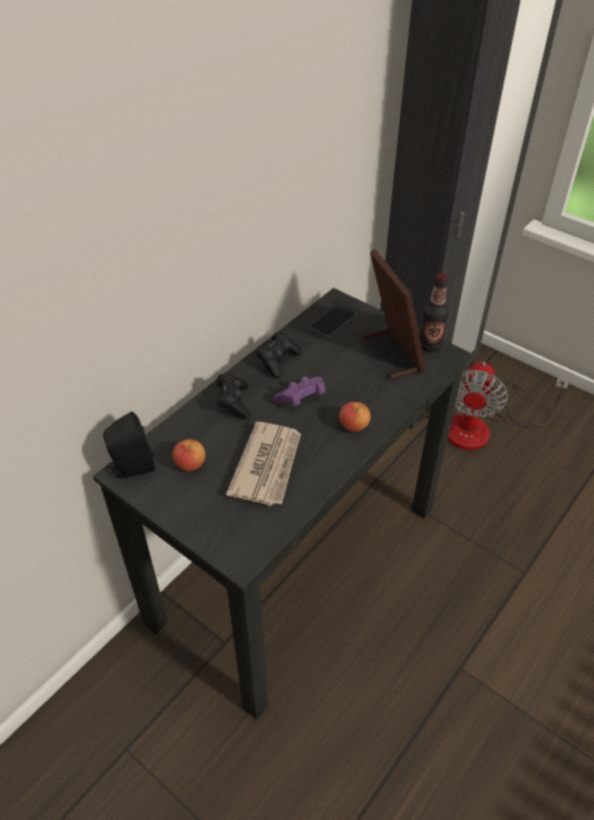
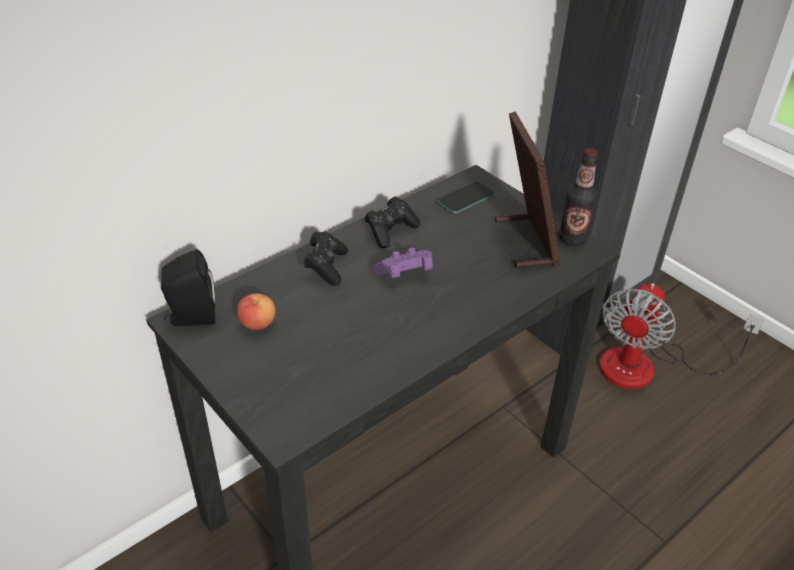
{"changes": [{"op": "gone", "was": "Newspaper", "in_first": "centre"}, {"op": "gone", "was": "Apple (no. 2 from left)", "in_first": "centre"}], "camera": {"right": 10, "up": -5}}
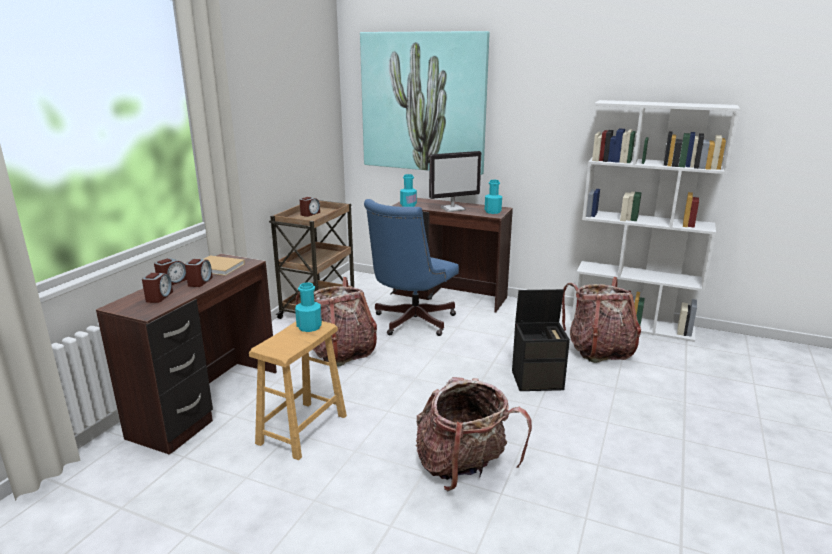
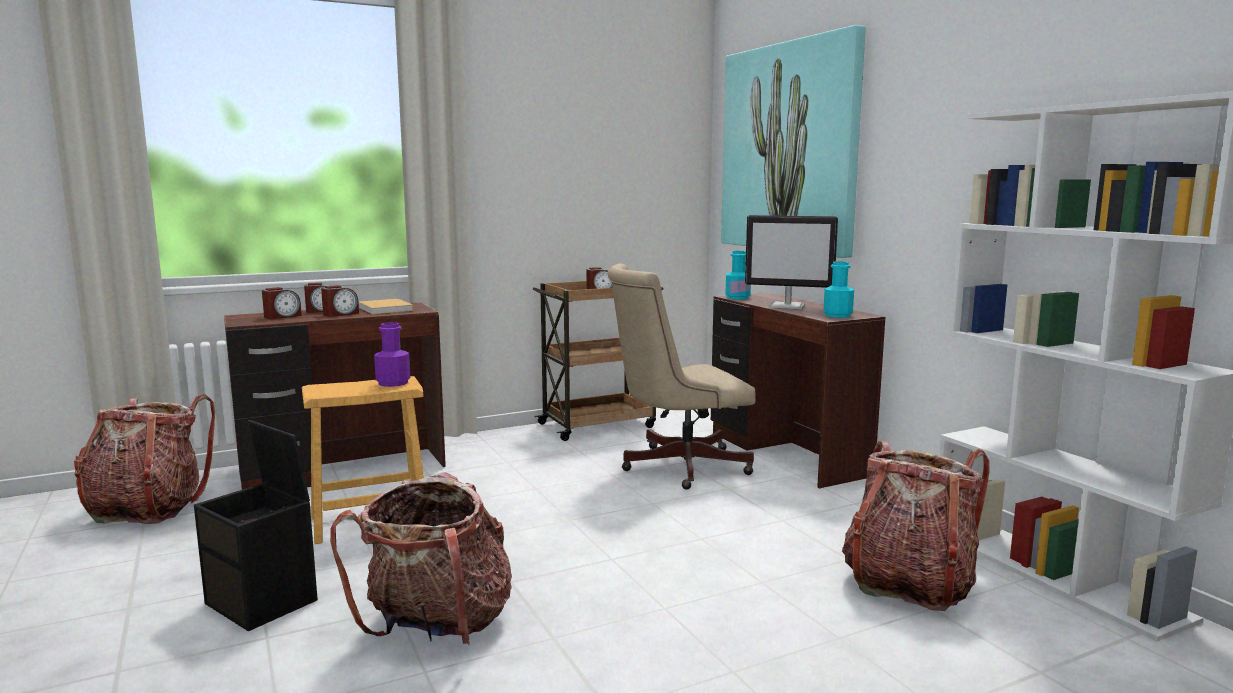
{"changes": [{"op": "repainted", "was": "TurquoiseBottle (no. 1 from left)", "now": "PurpleBottle", "in_first": "centre", "in_second": "middle left"}, {"op": "shifted", "was": "Backpack (no. 1 from left)", "in_first": "centre", "in_second": "middle left"}, {"op": "repainted", "was": "BlueOfficeChair", "now": "BeigeOfficeChair", "in_first": "centre", "in_second": "centre"}, {"op": "shifted", "was": "BlackStorageBox", "in_first": "centre", "in_second": "bottom left"}], "camera": {"right": 40, "up": -10}}
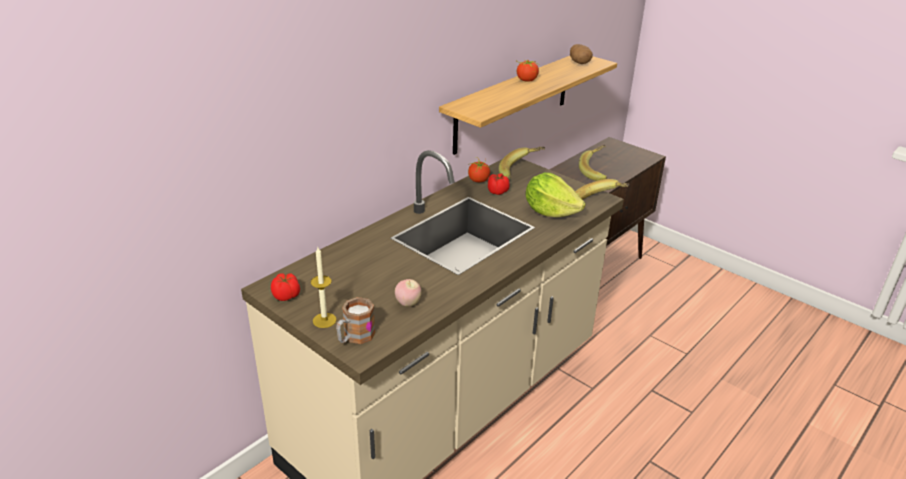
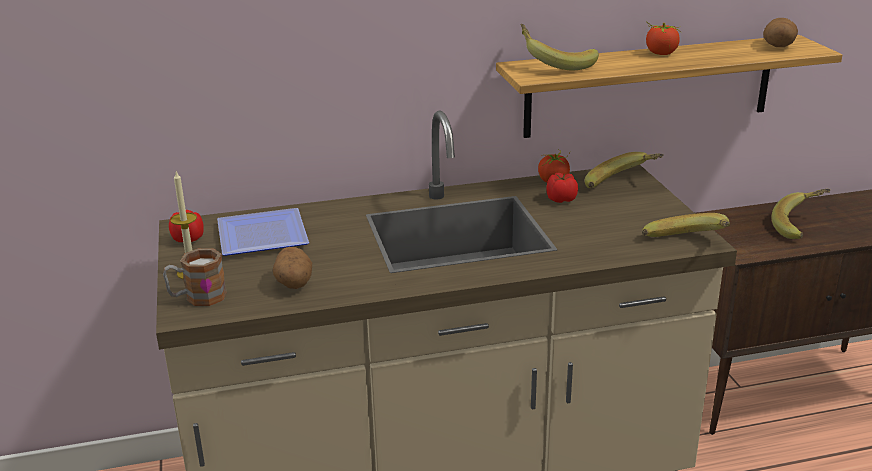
{"changes": [{"op": "swapped", "was": "Apple", "now": "Potato (no. 1 from left)", "in_first": "centre", "in_second": "centre"}, {"op": "gone", "was": "Lettuce", "in_first": "centre"}, {"op": "new", "now": "Plate", "in_second": "middle left"}, {"op": "new", "now": "Banana (no. 1 from left)", "in_second": "top centre"}], "camera": {"right": 35, "up": -5}}
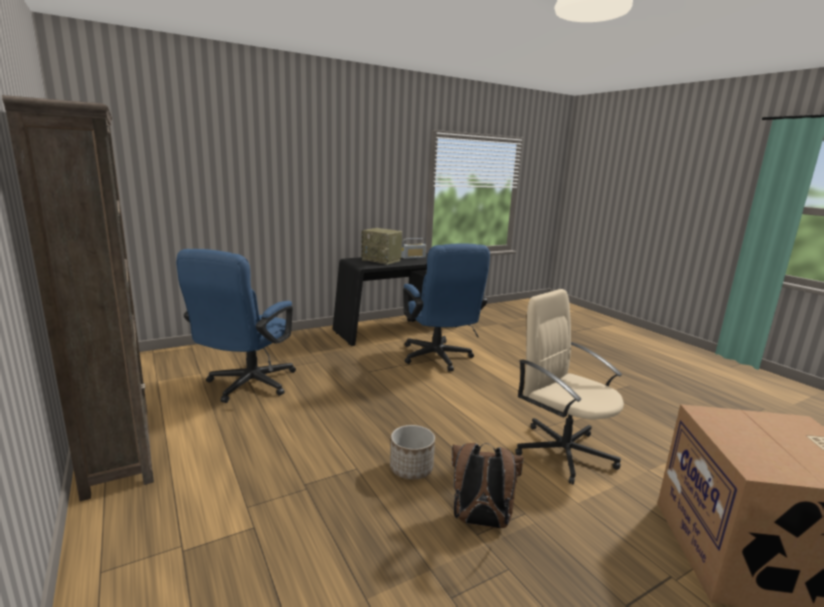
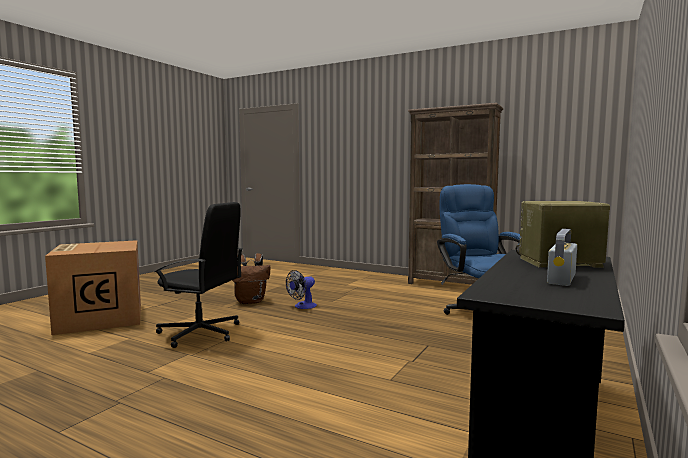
{"changes": [{"op": "swapped", "was": "Planter", "now": "Fan", "in_first": "bottom centre", "in_second": "centre"}, {"op": "gone", "was": "BlueOfficeChair (no. 2 from left)", "in_first": "centre"}, {"op": "repainted", "was": "BeigeOfficeChair", "now": "BlackOfficeChair", "in_first": "middle right", "in_second": "middle left"}], "camera": {"right": 150, "up": -10}}
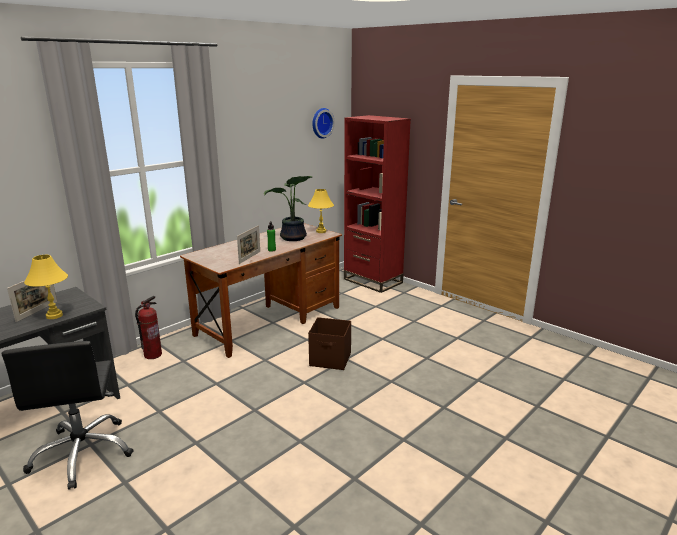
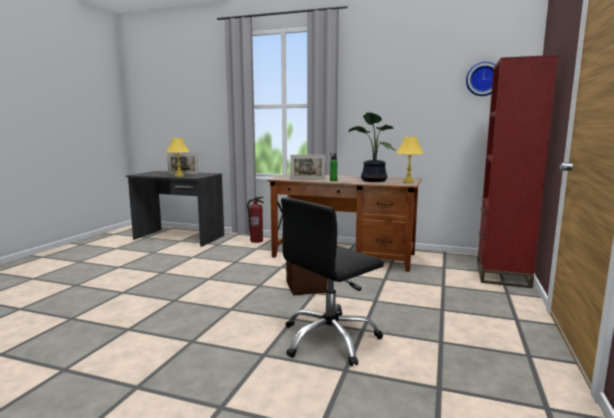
{"changes": [{"op": "shifted", "was": "BlackOfficeChair", "in_first": "bottom left", "in_second": "bottom centre"}], "camera": {"right": 65, "up": -10}}
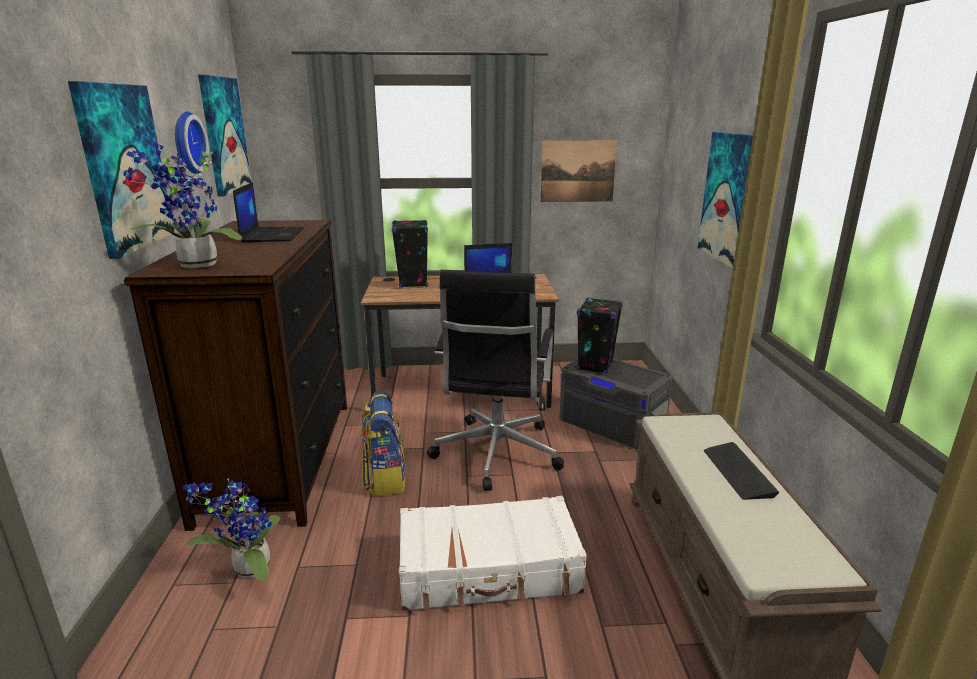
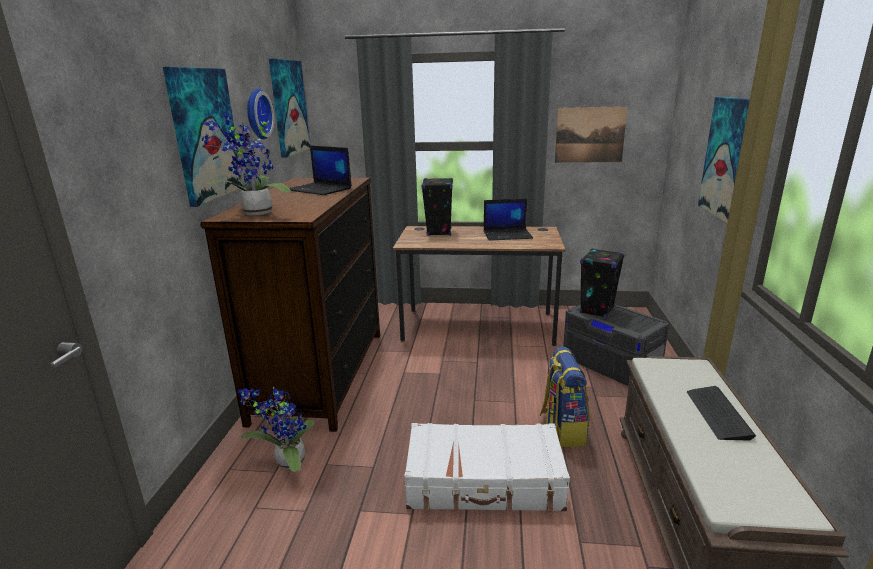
{"changes": [{"op": "rotated", "was": "Laptop (no. 1 from left)", "in_first": "top left", "in_second": "top centre", "clockwise": 120}, {"op": "shifted", "was": "Backpack", "in_first": "centre", "in_second": "bottom centre"}, {"op": "gone", "was": "BlackOfficeChair", "in_first": "centre"}], "camera": {"right": 10, "up": 0}}
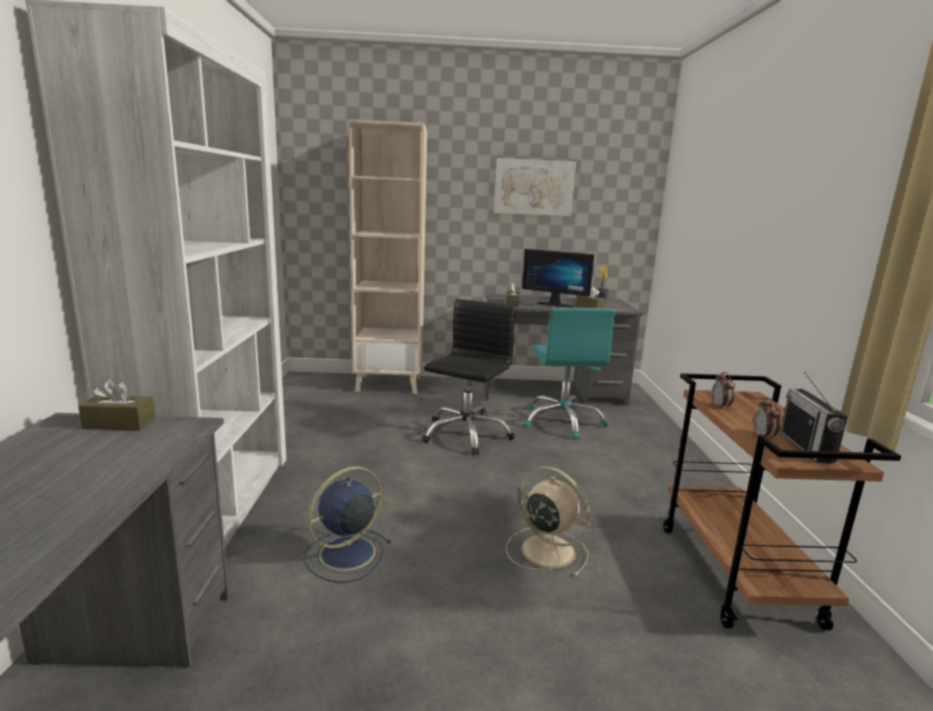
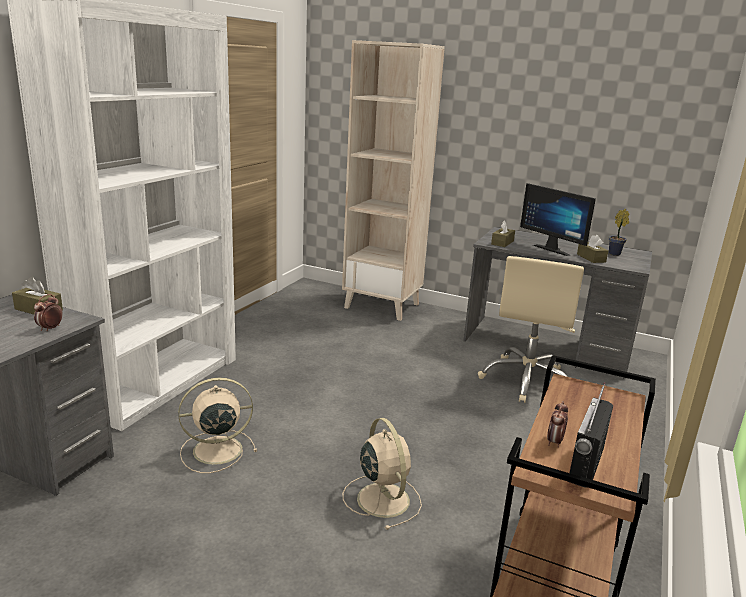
{"changes": [{"op": "repainted", "was": "BlueFan", "now": "BeigeFan (no. 1 from left)", "in_first": "bottom centre", "in_second": "bottom left"}, {"op": "gone", "was": "BlackOfficeChair", "in_first": "centre"}, {"op": "gone", "was": "Picture", "in_first": "top centre"}, {"op": "repainted", "was": "TurquoiseOfficeChair", "now": "BeigeOfficeChair", "in_first": "centre", "in_second": "middle right"}, {"op": "shifted", "was": "AlarmClock (no. 1 from left)", "in_first": "middle right", "in_second": "middle left"}], "camera": {"right": 25, "up": 5}}
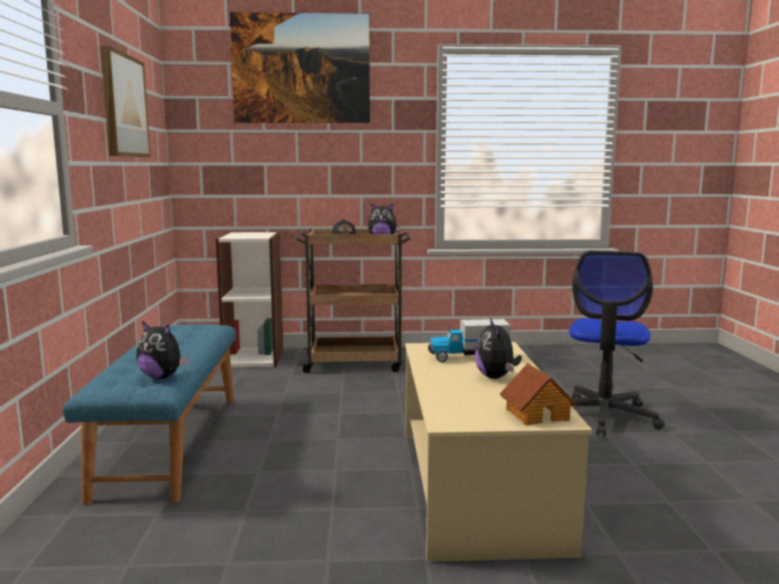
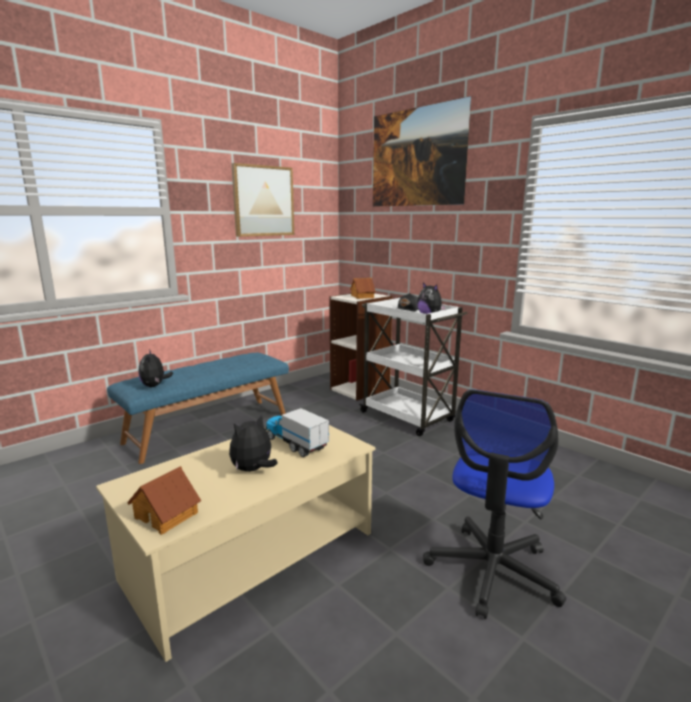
{"changes": [{"op": "repainted", "was": "BrownCart", "now": "WhiteCart", "in_first": "centre", "in_second": "centre"}, {"op": "rotated", "was": "OfficeChair", "in_first": "middle right", "in_second": "bottom right", "clockwise": -45}, {"op": "new", "now": "ToyHouse (no. 2 from left)", "in_second": "centre"}], "camera": {"right": 50, "up": 5}}
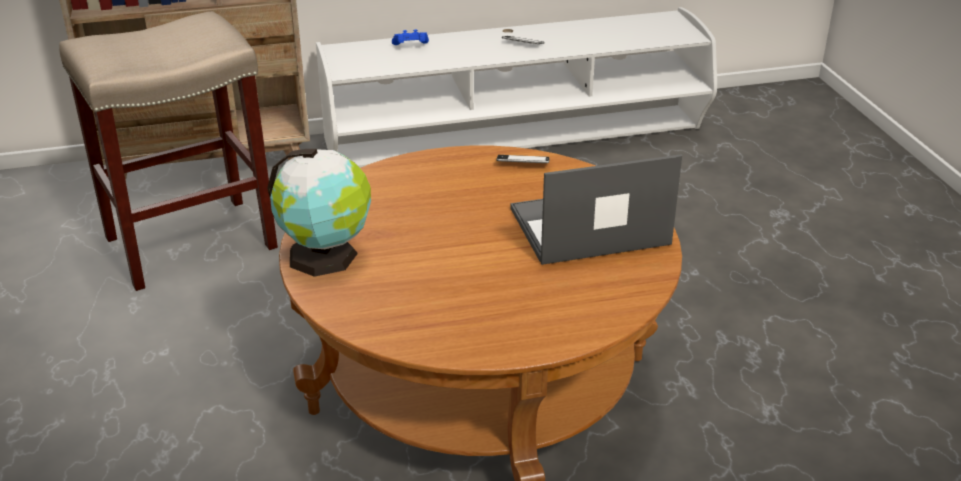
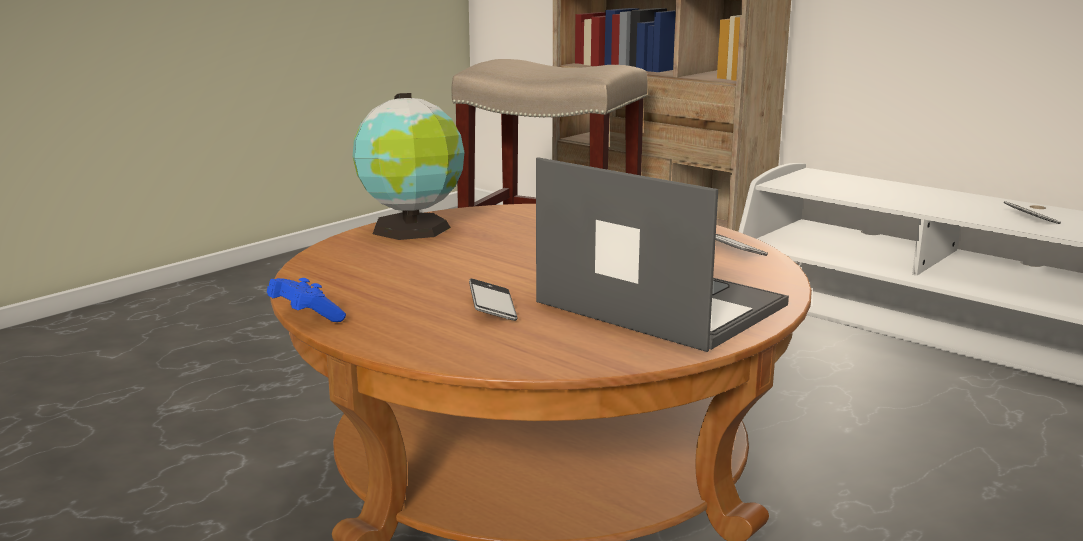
{"changes": [{"op": "shifted", "was": "BlueGameController", "in_first": "top centre", "in_second": "middle left"}, {"op": "new", "now": "Phone (no. 1 from left)", "in_second": "centre"}], "camera": {"right": 55, "up": -15}}
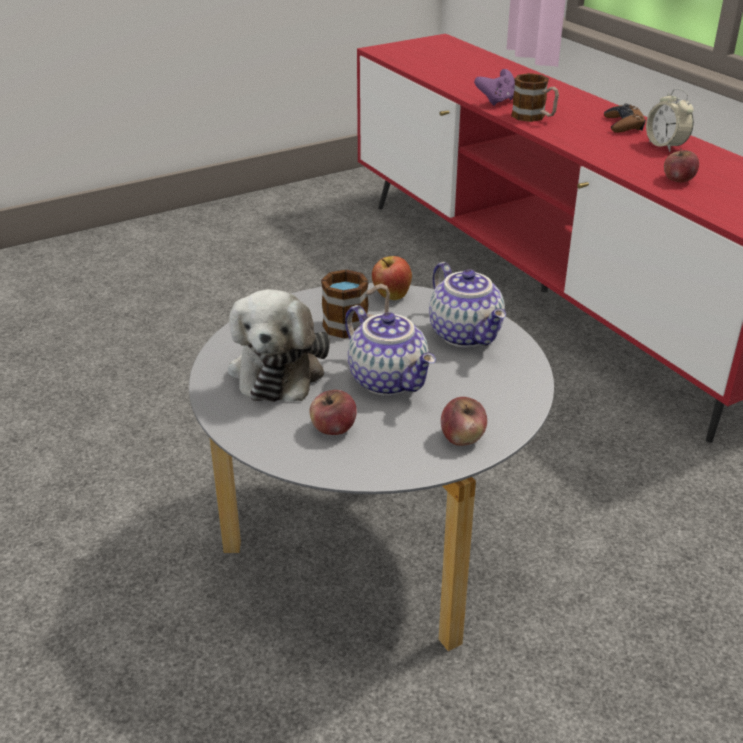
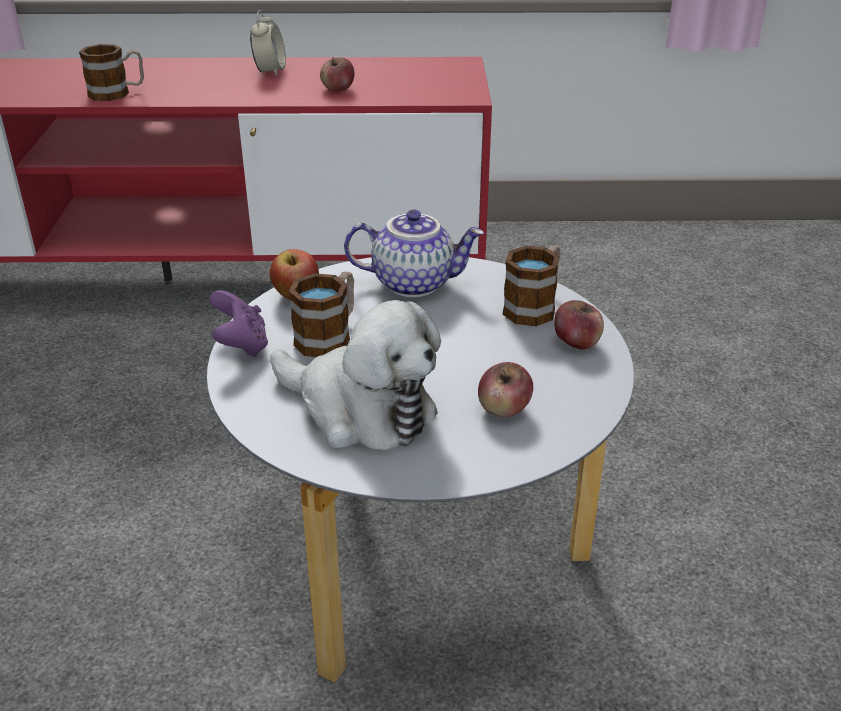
{"changes": [{"op": "gone", "was": "Teapot (no. 1 from left)", "in_first": "centre"}, {"op": "shifted", "was": "PurpleGameController", "in_first": "top centre", "in_second": "middle left"}, {"op": "gone", "was": "BrownGameController", "in_first": "top right"}, {"op": "rotated", "was": "AlarmClock", "in_first": "top right", "in_second": "top left", "clockwise": -90}, {"op": "new", "now": "Mug (no. 3 from left)", "in_second": "centre"}], "camera": {"right": -60, "up": 0}}
